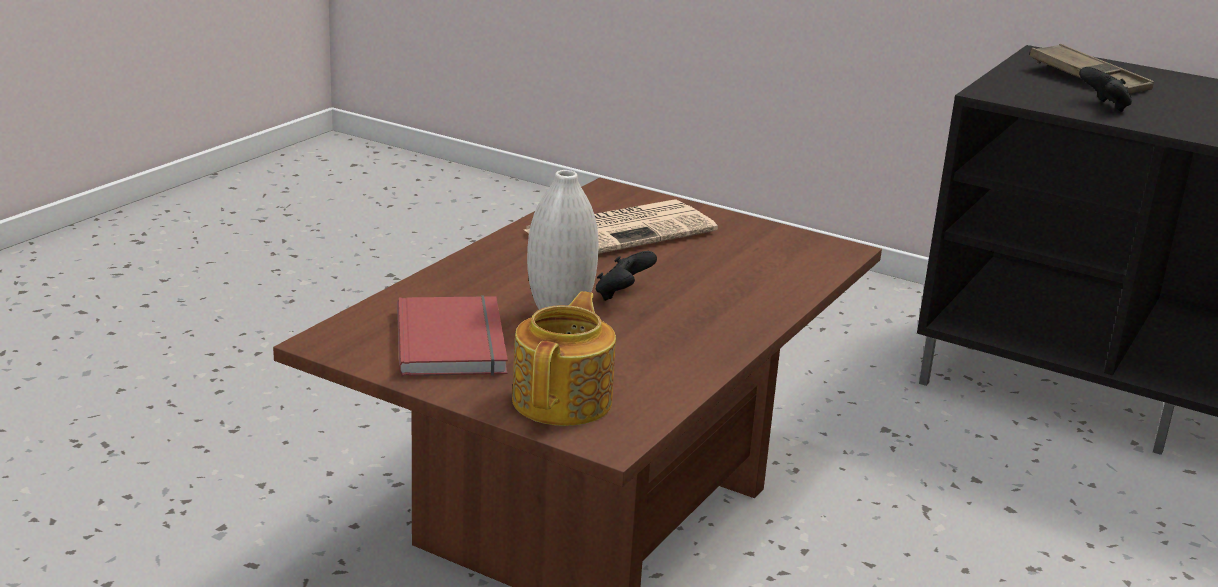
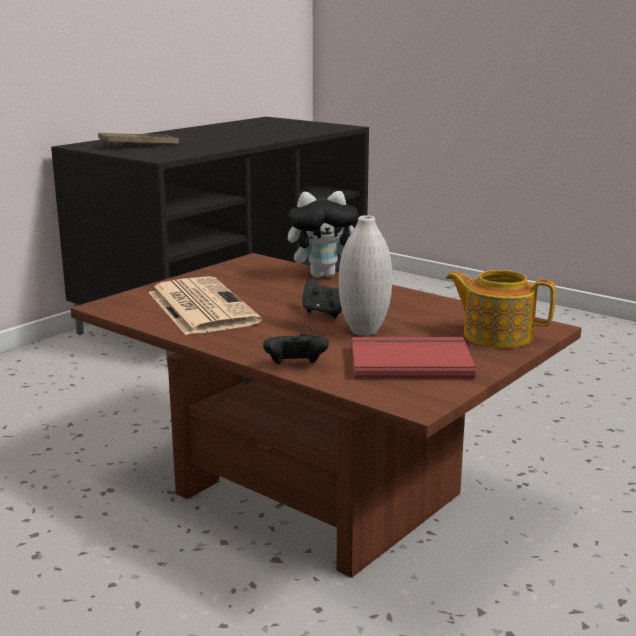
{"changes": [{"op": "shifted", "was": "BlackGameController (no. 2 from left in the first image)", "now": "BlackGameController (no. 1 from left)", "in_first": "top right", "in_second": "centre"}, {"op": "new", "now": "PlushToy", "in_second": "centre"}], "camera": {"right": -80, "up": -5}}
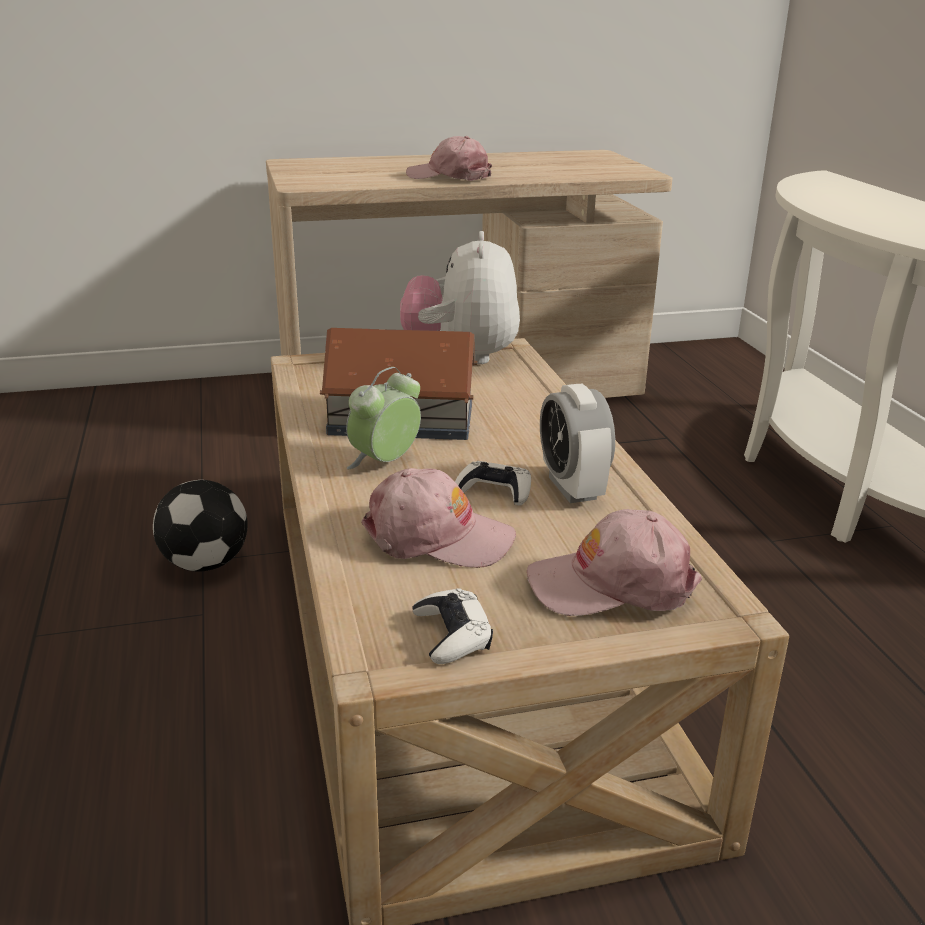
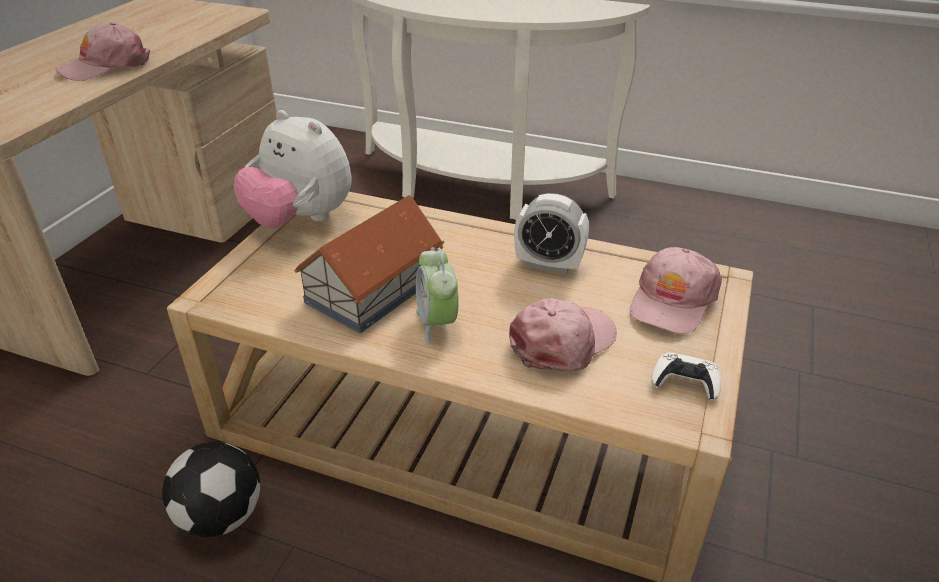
{"changes": [{"op": "gone", "was": "WhiteGameController (no. 2 from left)", "in_first": "centre"}], "camera": {"right": -55, "up": 10}}
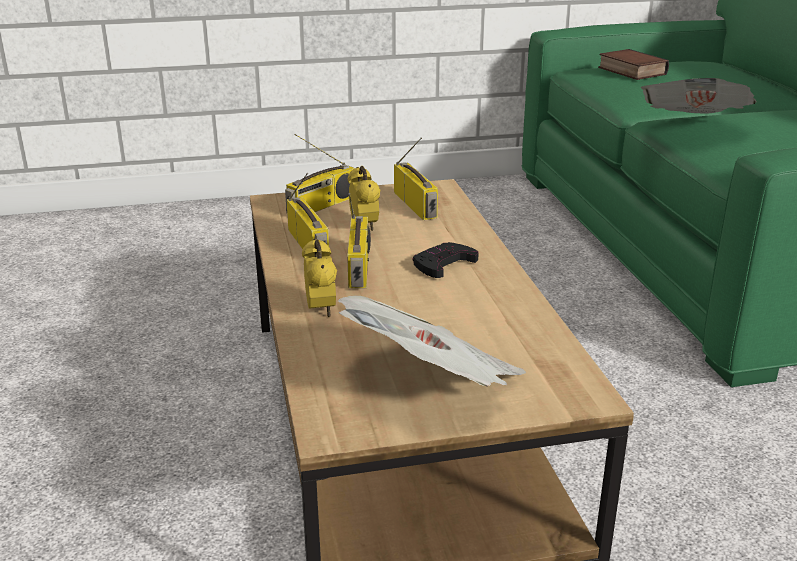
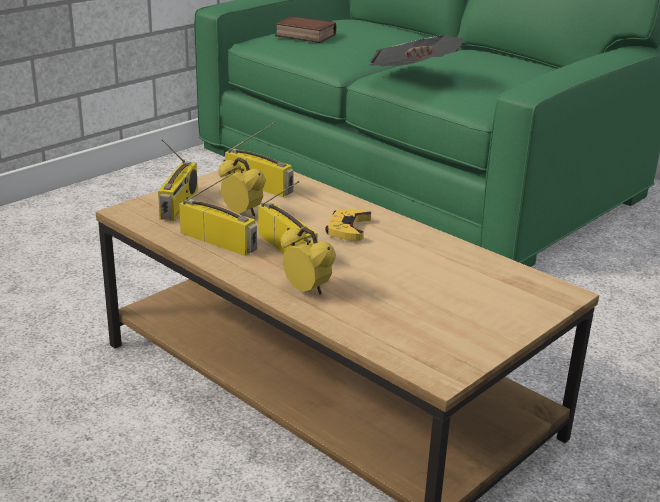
{"changes": [{"op": "gone", "was": "Newspaper (no. 1 from left)", "in_first": "centre"}, {"op": "repainted", "was": "BlackGameController", "now": "YellowGameController", "in_first": "centre", "in_second": "centre"}], "camera": {"right": -35, "up": 0}}
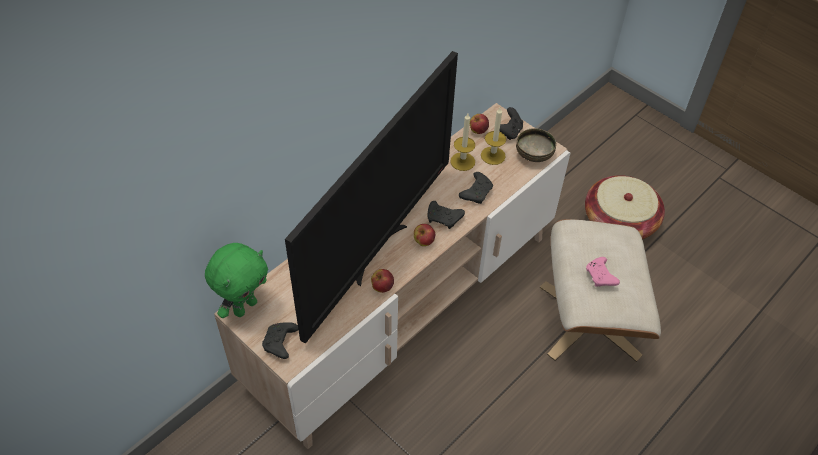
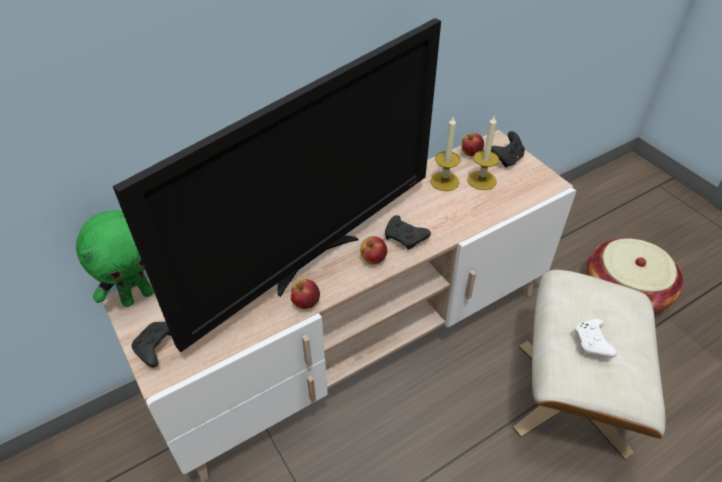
{"changes": [{"op": "gone", "was": "BlackGameController (no. 3 from left)", "in_first": "centre"}, {"op": "gone", "was": "Bowl", "in_first": "top centre"}, {"op": "repainted", "was": "PinkGameController", "now": "WhiteGameController", "in_first": "middle right", "in_second": "bottom right"}], "camera": {"right": 15, "up": -5}}
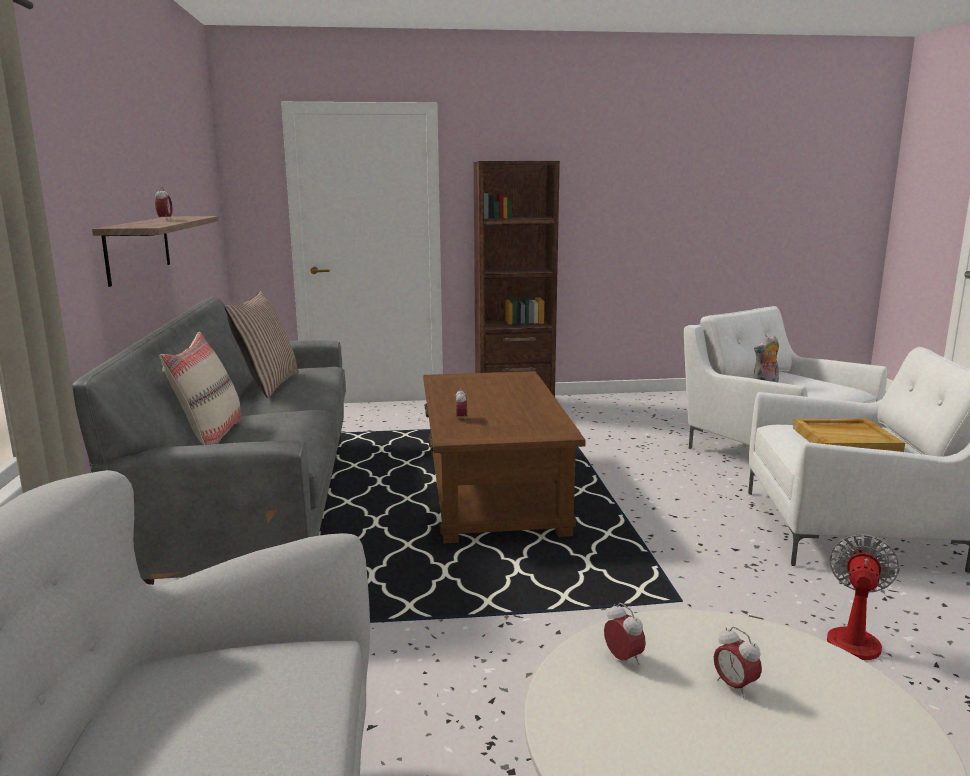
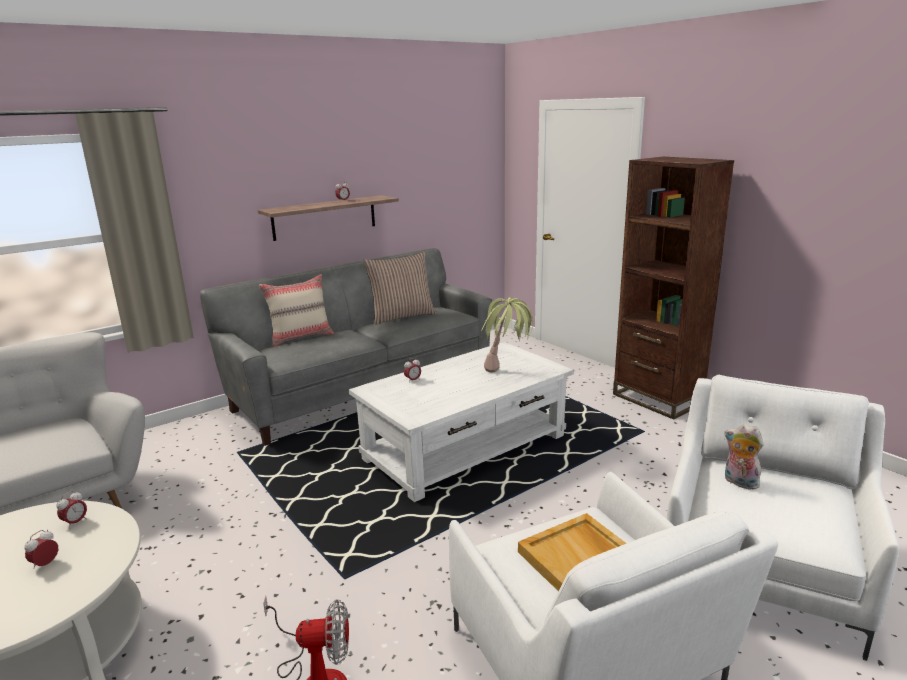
{"changes": [{"op": "repainted", "was": "BrownCoffeeTable", "now": "WhiteCoffeeTable (no. 2 from left)", "in_first": "centre", "in_second": "centre"}, {"op": "new", "now": "PottedPlant", "in_second": "centre"}], "camera": {"right": 60, "up": 5}}
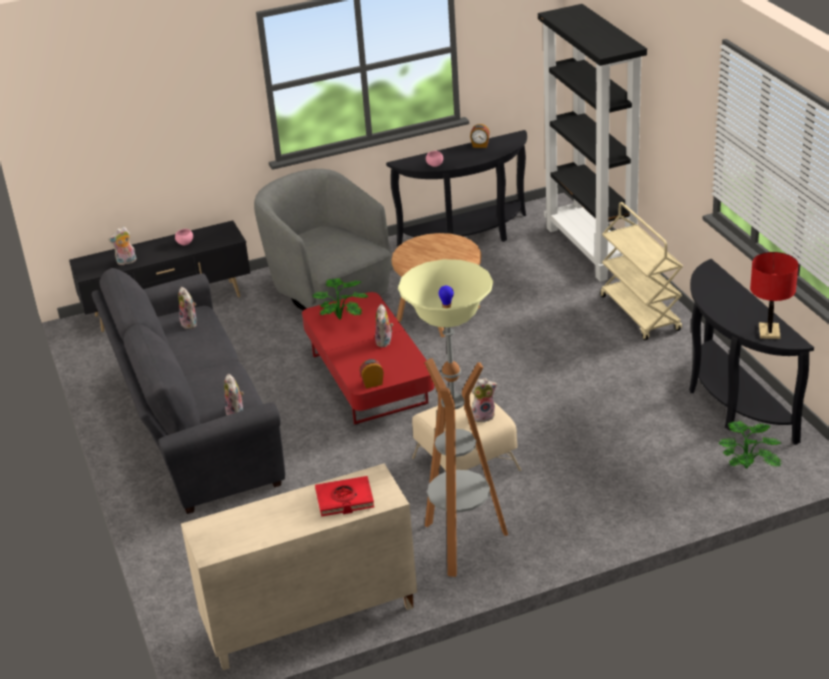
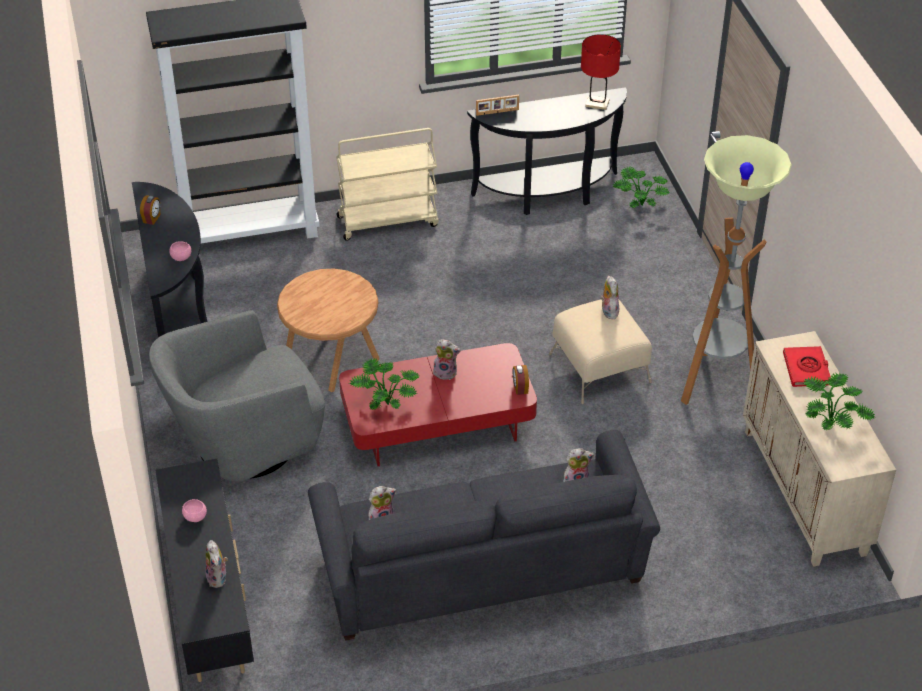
{"changes": [{"op": "new", "now": "PictureFrame", "in_second": "top centre"}, {"op": "new", "now": "PottedPlant (no. 3 from left)", "in_second": "middle right"}], "camera": {"right": -85, "up": 10}}
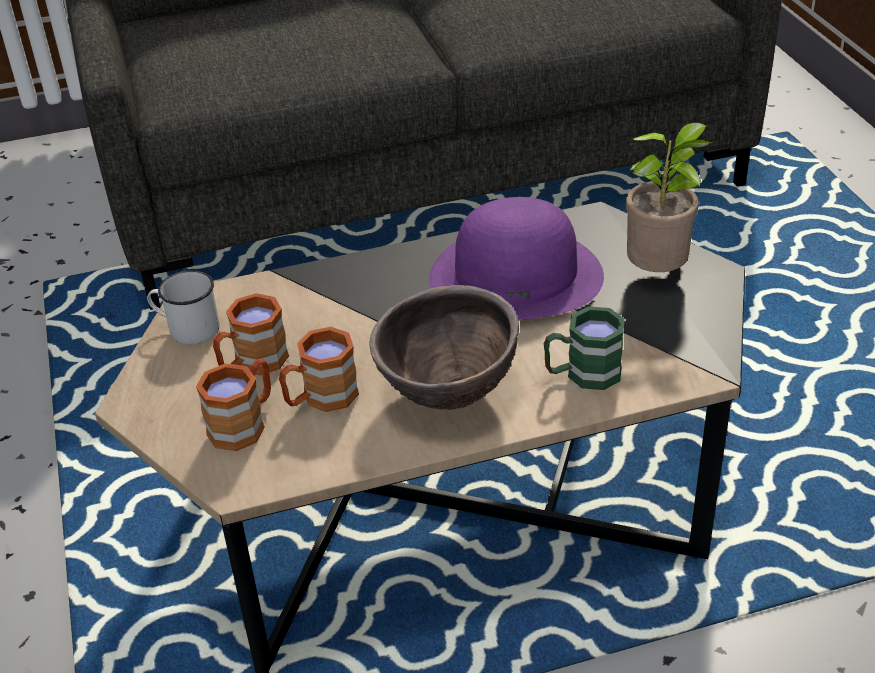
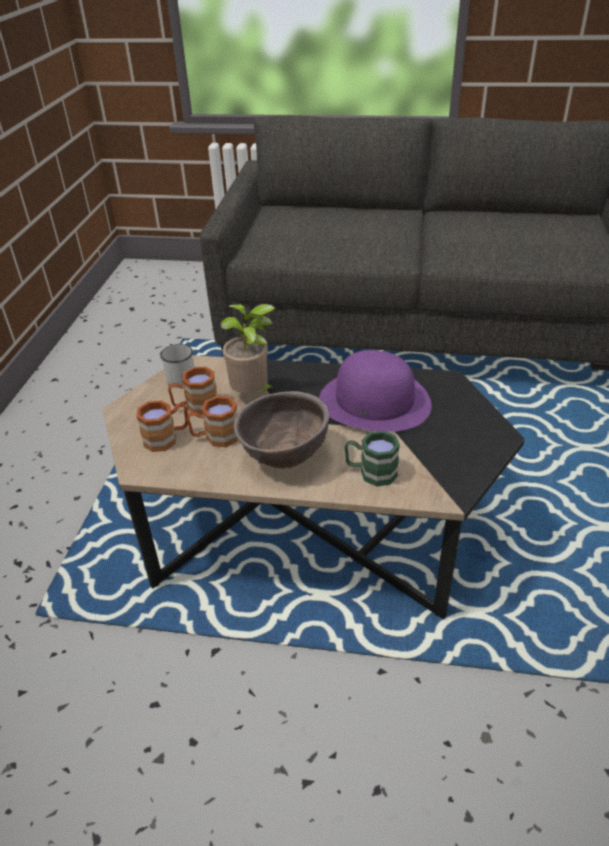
{"changes": [{"op": "shifted", "was": "PottedPlant", "in_first": "top right", "in_second": "centre"}], "camera": {"right": 25, "up": 0}}
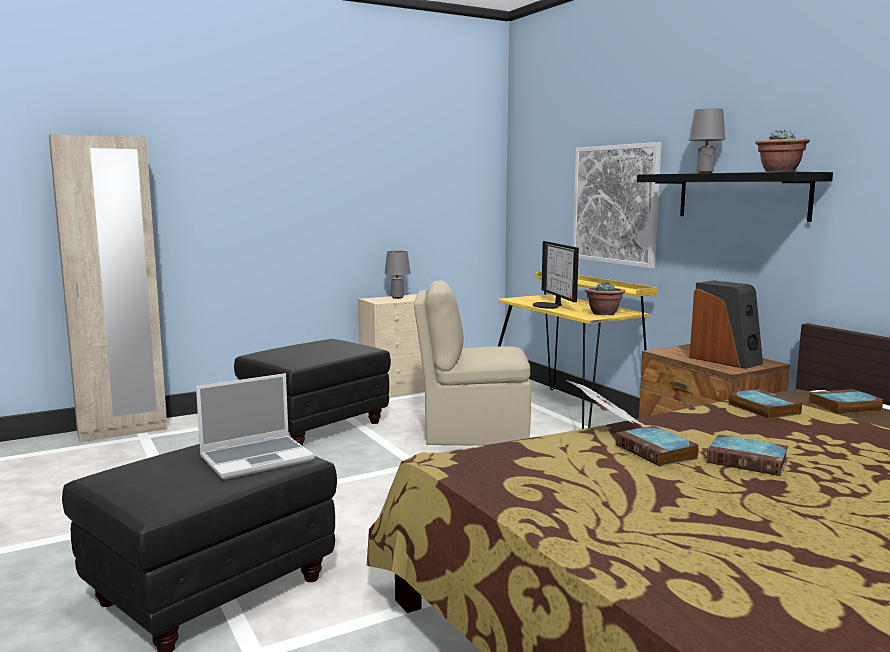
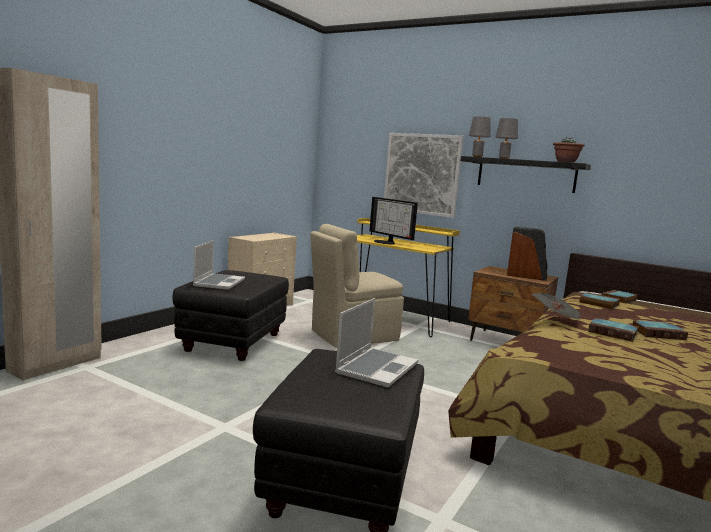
{"changes": [{"op": "shifted", "was": "GreyTableLamp (no. 1 from left)", "in_first": "centre", "in_second": "top right"}, {"op": "gone", "was": "PottedPlant (no. 1 from left)", "in_first": "middle right"}, {"op": "new", "now": "Laptop (no. 1 from left)", "in_second": "middle left"}], "camera": {"right": -30, "up": 0}}
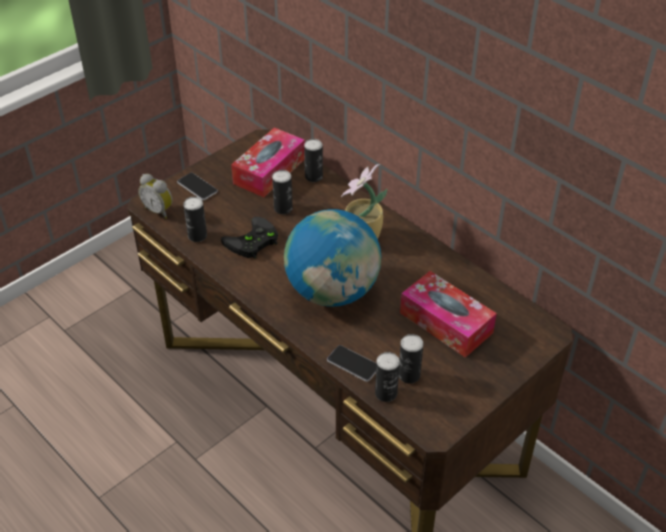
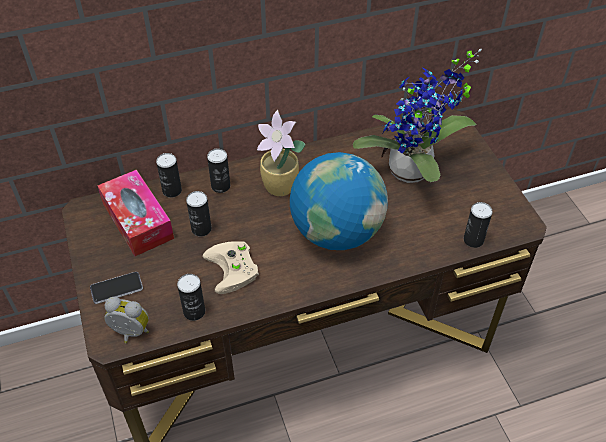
{"changes": [{"op": "rotated", "was": "AlarmClock", "in_first": "middle left", "in_second": "bottom left", "clockwise": -135}, {"op": "repainted", "was": "BlackGameController", "now": "BeigeGameController", "in_first": "centre", "in_second": "centre"}, {"op": "gone", "was": "Phone (no. 2 from left)", "in_first": "bottom centre"}, {"op": "shifted", "was": "Can (no. 5 from left in the first image)", "now": "Can (no. 4 from left)", "in_first": "bottom centre", "in_second": "centre"}, {"op": "swapped", "was": "TissueBox (no. 2 from left)", "now": "PottedPlant (no. 2 from left)", "in_first": "middle right", "in_second": "top right"}], "camera": {"right": -65, "up": 5}}
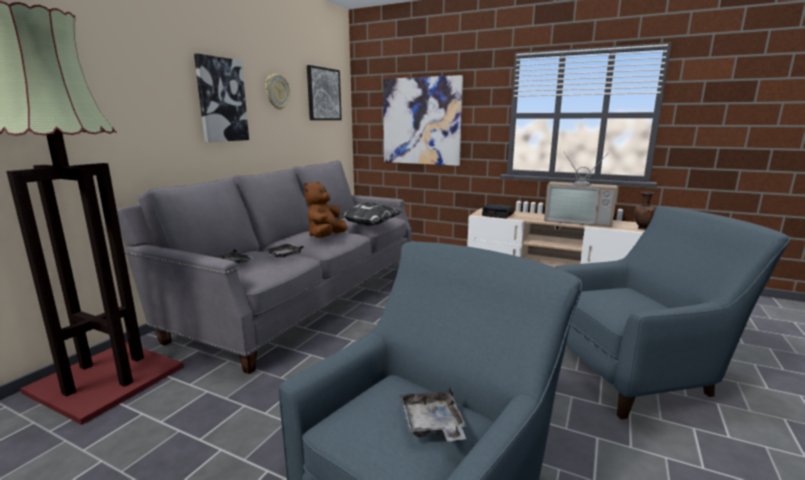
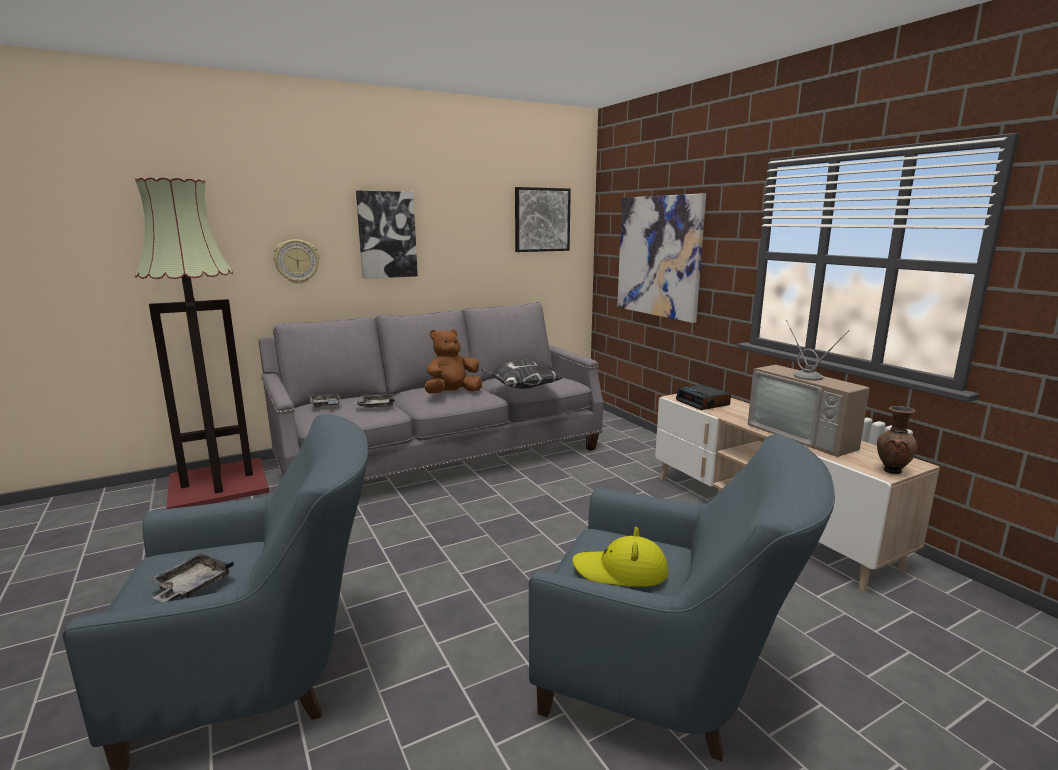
{"changes": [{"op": "shifted", "was": "WallClock", "in_first": "top centre", "in_second": "middle left"}, {"op": "new", "now": "YellowHat", "in_second": "bottom centre"}], "camera": {"right": 35, "up": 0}}
